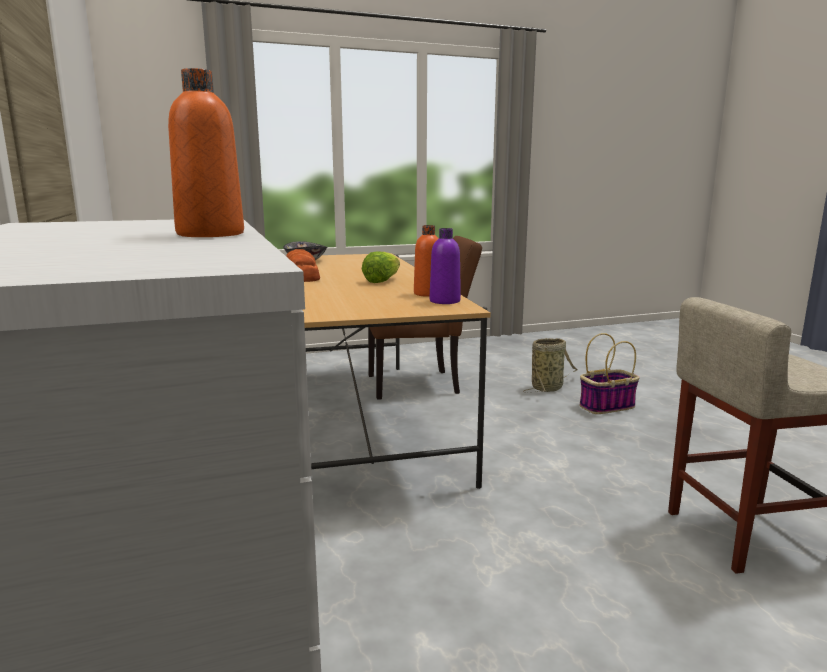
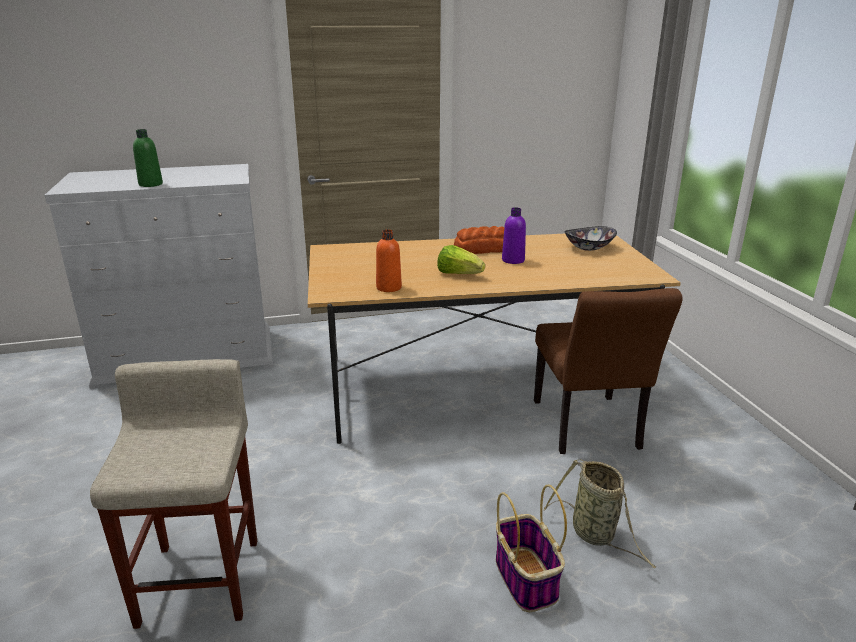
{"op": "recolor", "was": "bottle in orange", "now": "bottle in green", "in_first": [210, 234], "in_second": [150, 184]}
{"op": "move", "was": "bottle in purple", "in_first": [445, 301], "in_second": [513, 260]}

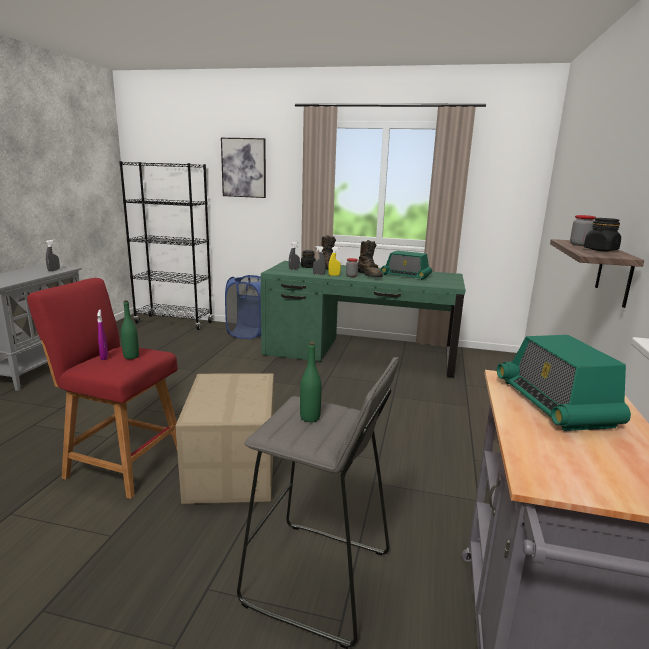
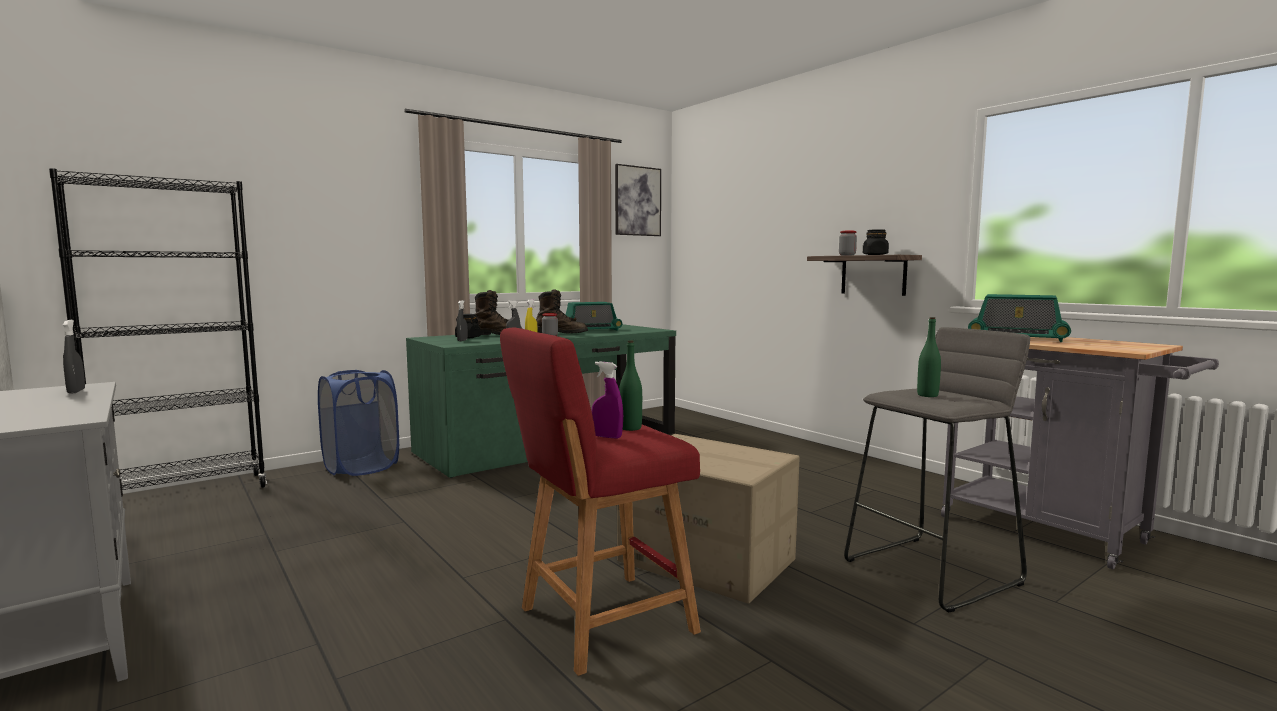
{"op": "move", "was": "picture", "in_first": [244, 168], "in_second": [637, 201]}

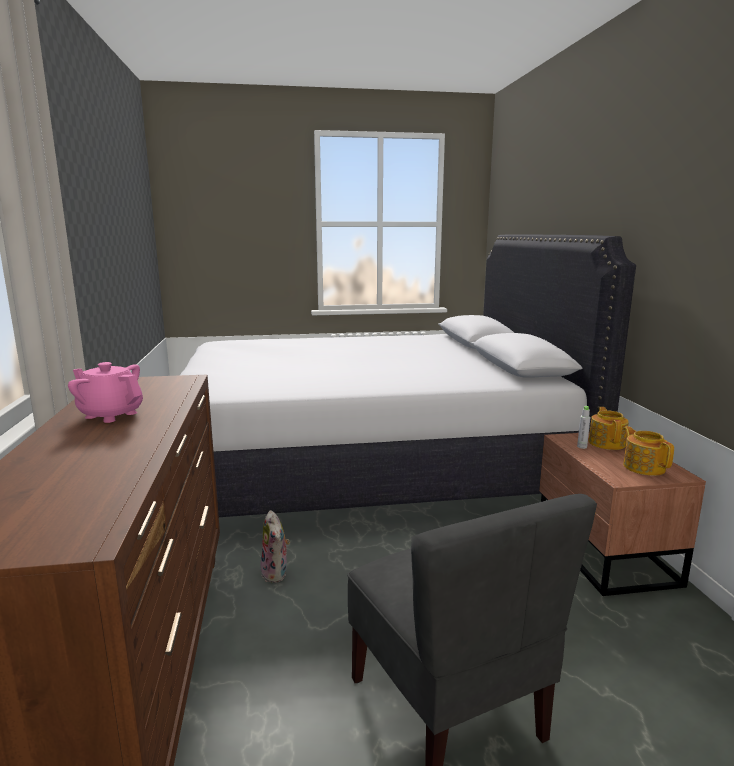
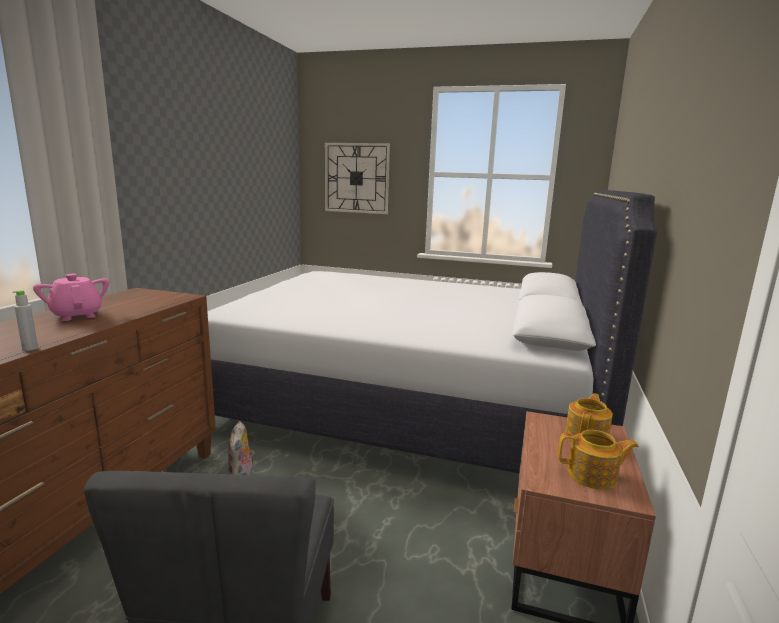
{"op": "move", "was": "bottle in grey", "in_first": [582, 447], "in_second": [30, 348]}
{"op": "insert", "now": "wall clock", "in_second": [356, 178]}
{"op": "rotate", "was": "teapot", "in_first": [643, 467], "in_second": [593, 476], "clockwise": 90}

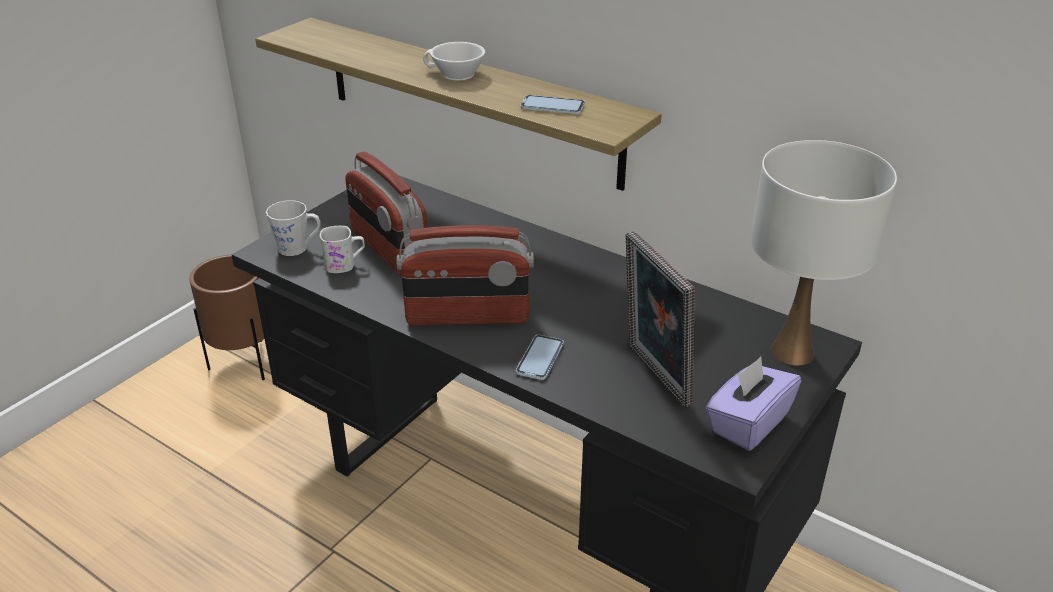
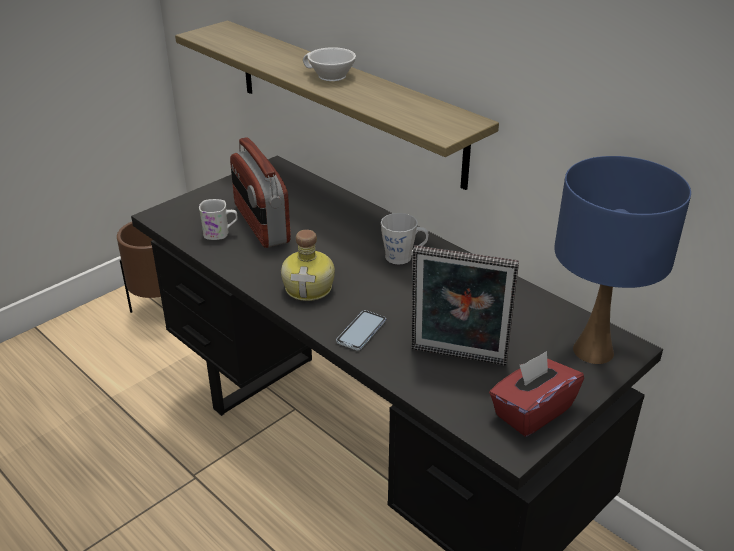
{"op": "replace", "was": "radio", "now": "bottle", "in_first": [467, 316], "in_second": [310, 288]}
{"op": "move", "was": "mug in grey", "in_first": [298, 248], "in_second": [403, 257]}
{"op": "rotate", "was": "picture frame", "in_first": [653, 376], "in_second": [457, 358], "clockwise": -60}
{"op": "recolor", "was": "tissue box in purple", "now": "tissue box in red", "in_first": [748, 423], "in_second": [532, 411]}
{"op": "recolor", "was": "table lamp in white", "now": "table lamp in blue", "in_first": [792, 351], "in_second": [593, 350]}
{"op": "delete", "was": "phone", "in_first": [552, 106]}

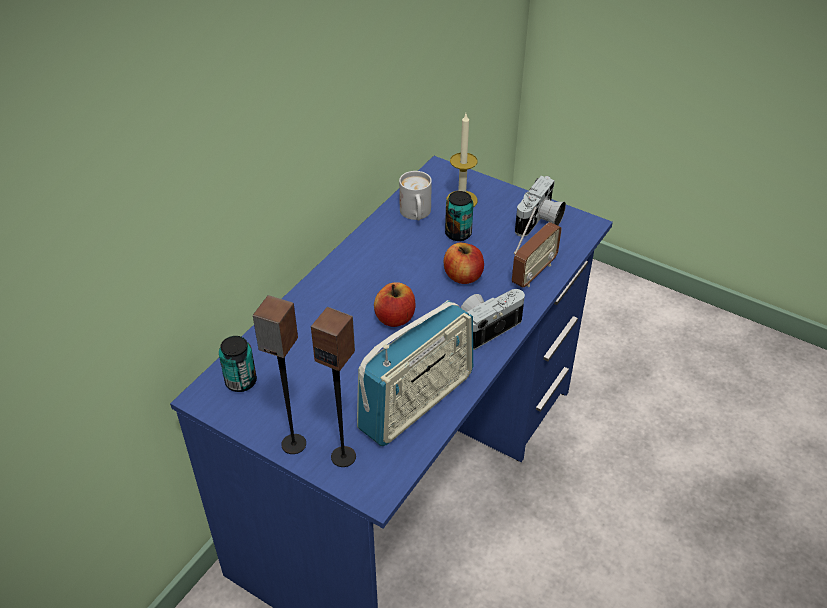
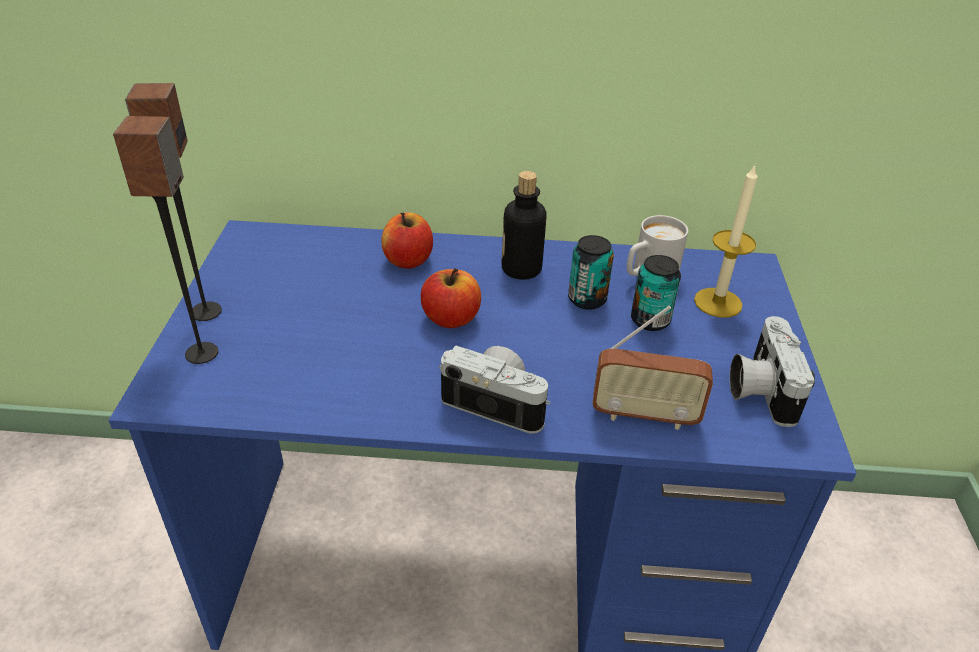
{"op": "move", "was": "apple", "in_first": [463, 276], "in_second": [408, 260]}
{"op": "insert", "now": "bottle", "in_second": [521, 269]}
{"op": "move", "was": "can", "in_first": [241, 382], "in_second": [587, 299]}
{"op": "rotate", "was": "photo camera", "in_first": [540, 222], "in_second": [759, 389], "clockwise": 90}
{"op": "delete", "was": "radio", "in_first": [417, 402]}

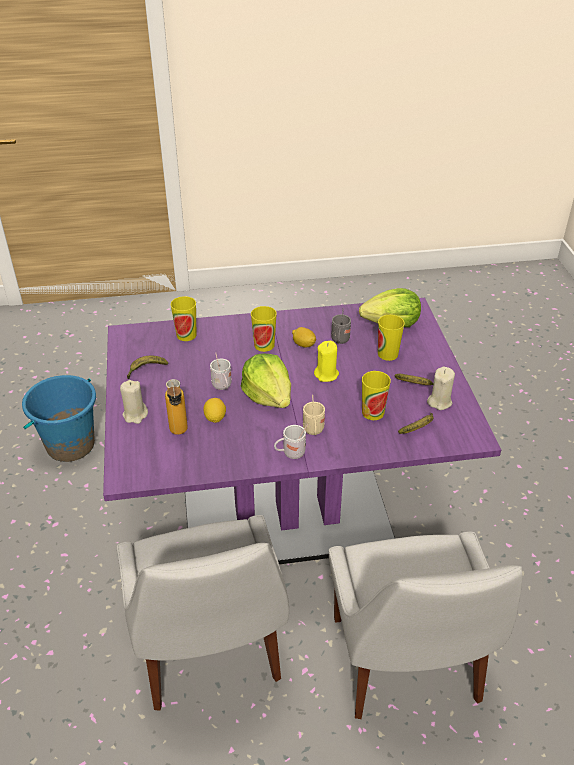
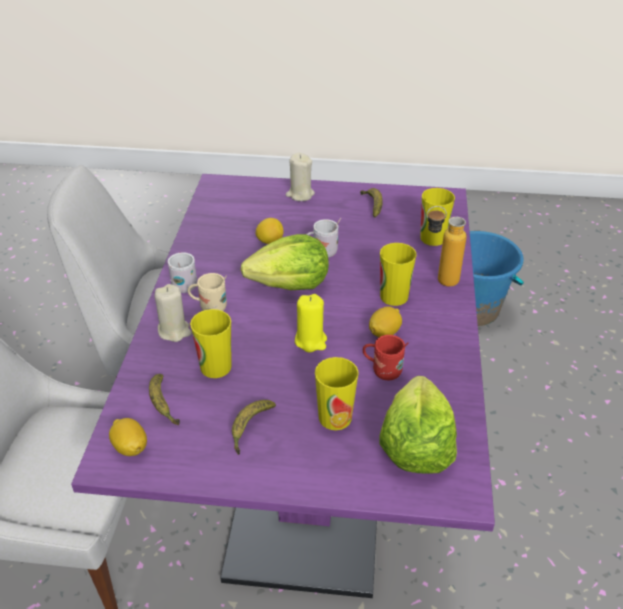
{"op": "insert", "now": "lemon", "in_second": [130, 447]}
{"op": "move", "was": "candle in beige", "in_first": [439, 402], "in_second": [174, 331]}
{"op": "recolor", "was": "mug in grey", "now": "mug in red", "in_first": [340, 341], "in_second": [382, 371]}
{"op": "move", "was": "bottle", "in_first": [179, 434], "in_second": [439, 280]}

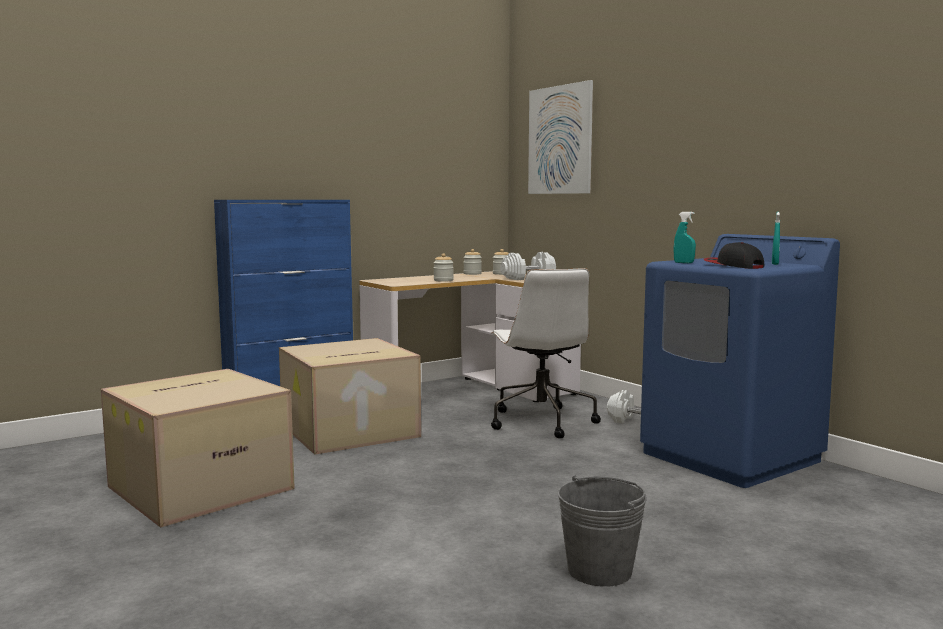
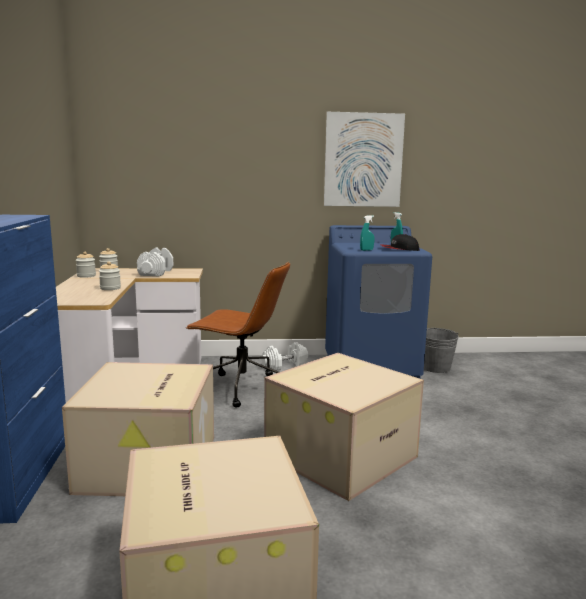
{"op": "recolor", "was": "office chair in white", "now": "office chair in brown", "in_first": [540, 421], "in_second": [241, 389]}
{"op": "insert", "now": "cardboard box", "in_second": [340, 454]}
{"op": "move", "was": "picture", "in_first": [560, 140], "in_second": [363, 160]}
{"op": "move", "was": "bucket in grey", "in_first": [599, 571], "in_second": [436, 368]}

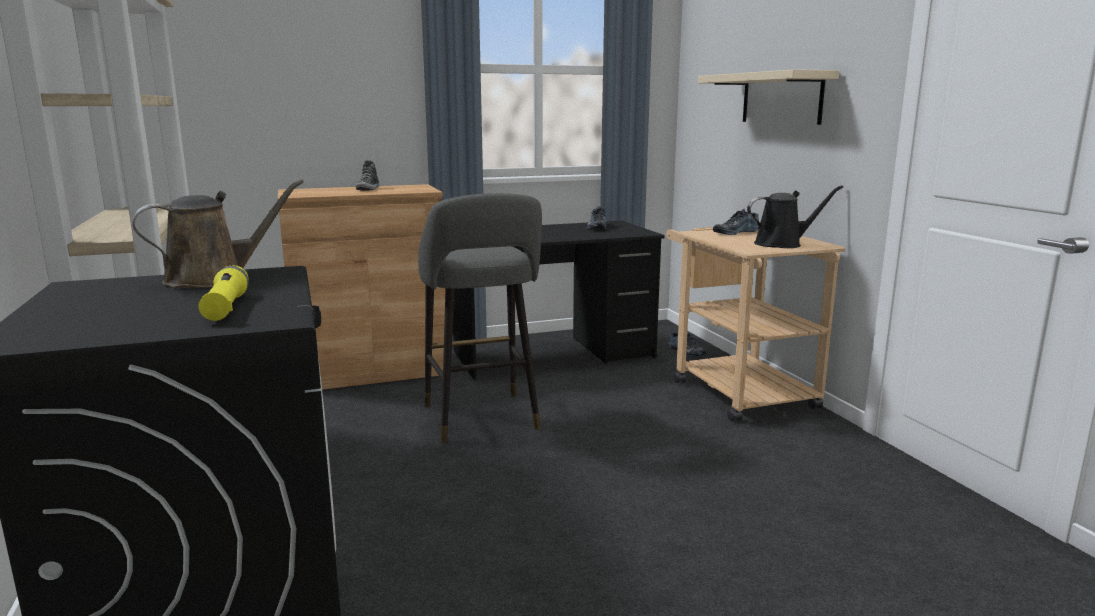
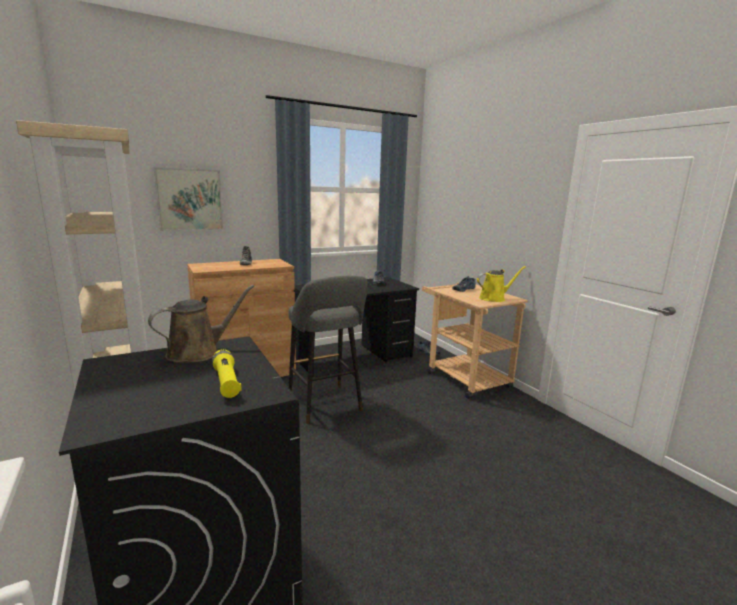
{"op": "insert", "now": "picture", "in_second": [190, 200]}
{"op": "recolor", "was": "watering can in black", "now": "watering can in yellow", "in_first": [782, 244], "in_second": [494, 298]}
{"op": "delete", "was": "shelf in beige", "in_first": [781, 98]}

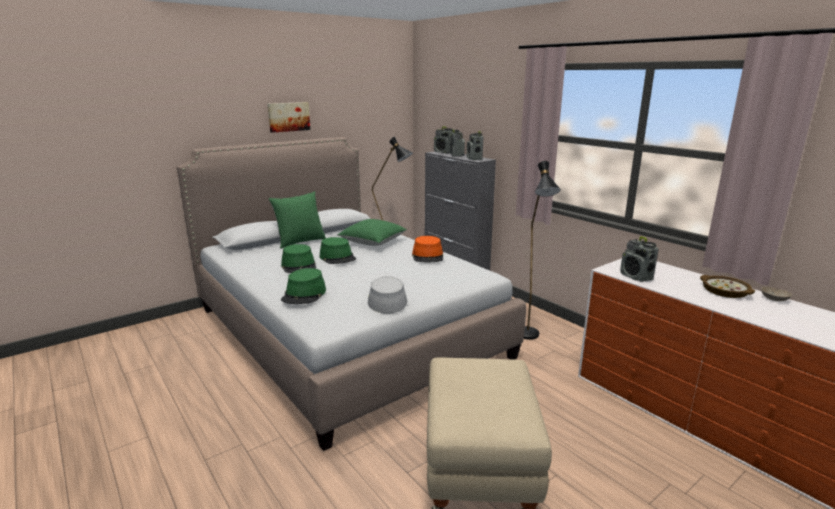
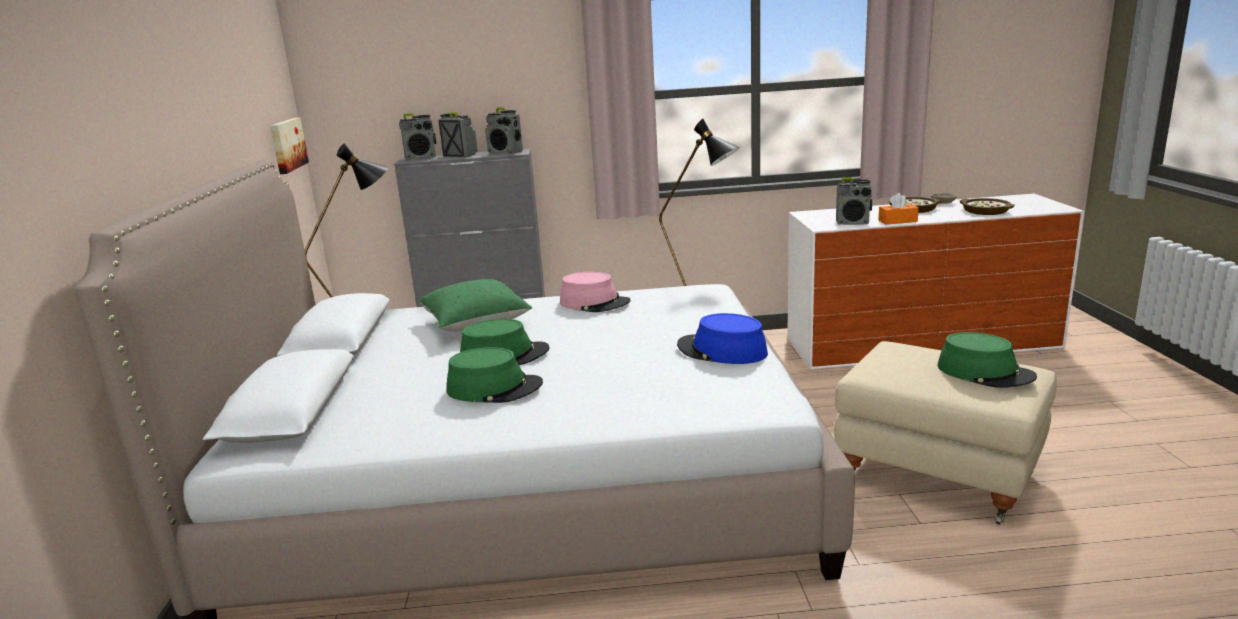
{"op": "move", "was": "picture", "in_first": [288, 117], "in_second": [286, 145]}
{"op": "recolor", "was": "hat in orange", "now": "hat in pink", "in_first": [428, 256], "in_second": [595, 303]}
{"op": "recolor", "was": "hat in grey", "now": "hat in blue", "in_first": [387, 300], "in_second": [721, 351]}
{"op": "insert", "now": "tissue box in orange", "in_second": [897, 221]}
{"op": "move", "was": "hat in green", "in_first": [304, 294], "in_second": [985, 372]}
{"op": "insert", "now": "bowl", "in_second": [985, 211]}
{"op": "delete", "was": "pillow in green", "in_first": [300, 241]}

